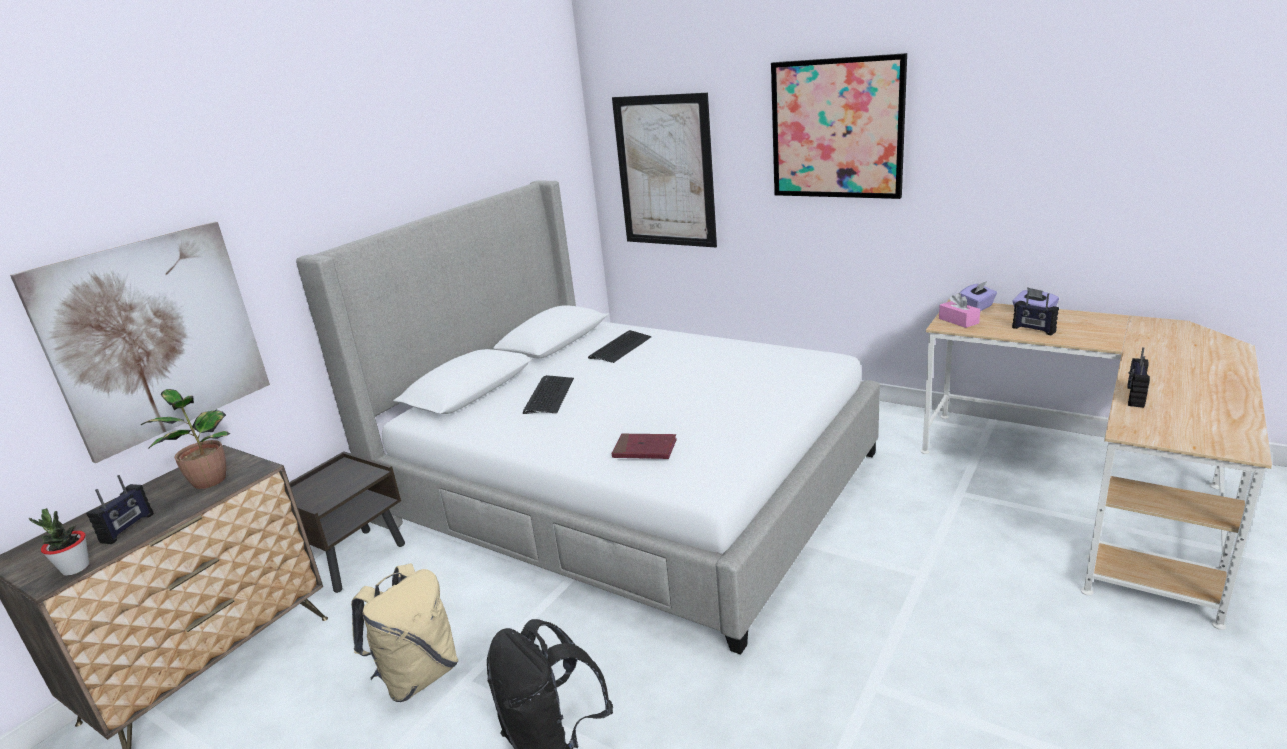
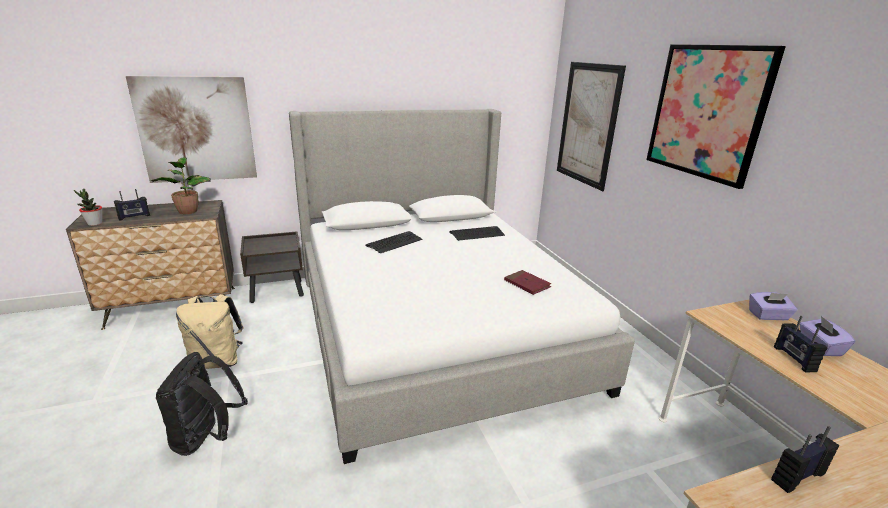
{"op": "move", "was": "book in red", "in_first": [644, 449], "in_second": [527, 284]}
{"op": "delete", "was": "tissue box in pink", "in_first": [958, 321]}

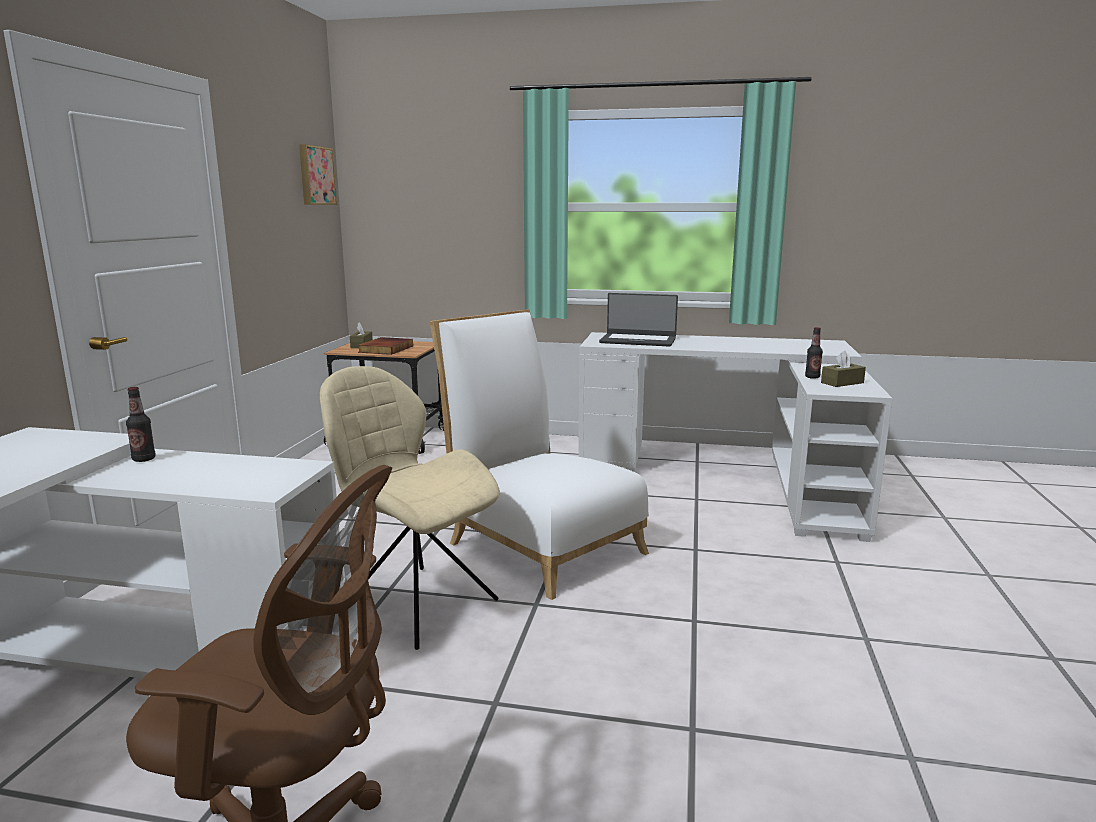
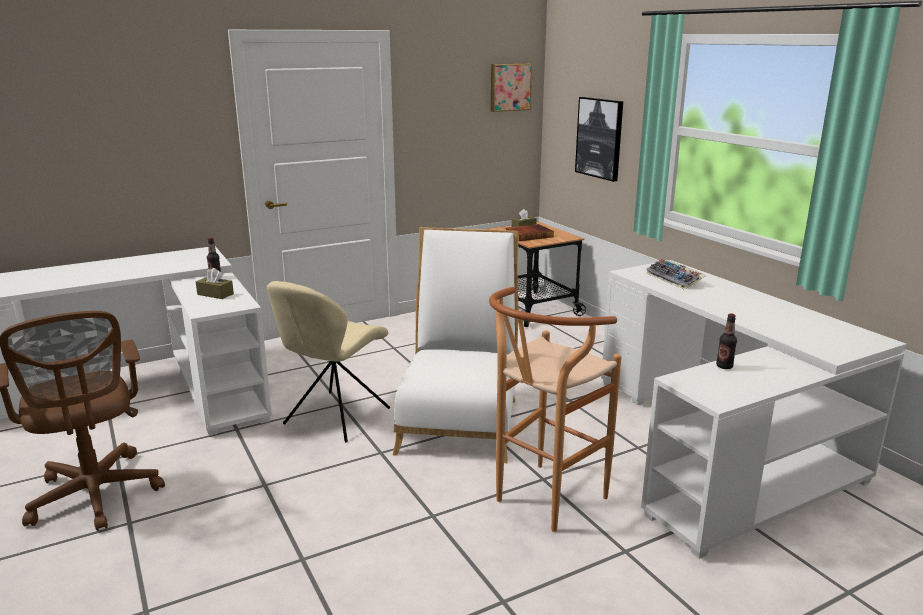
{"op": "move", "was": "tissue box in brown", "in_first": [842, 383], "in_second": [215, 294]}
{"op": "rotate", "was": "chair in beige", "in_first": [415, 603], "in_second": [334, 418], "clockwise": -150}
{"op": "insert", "now": "stool in brown", "in_second": [542, 502]}
{"op": "insert", "now": "picture", "in_second": [599, 138]}
{"op": "replace", "was": "laptop", "now": "keyboard", "in_first": [638, 340], "in_second": [675, 279]}

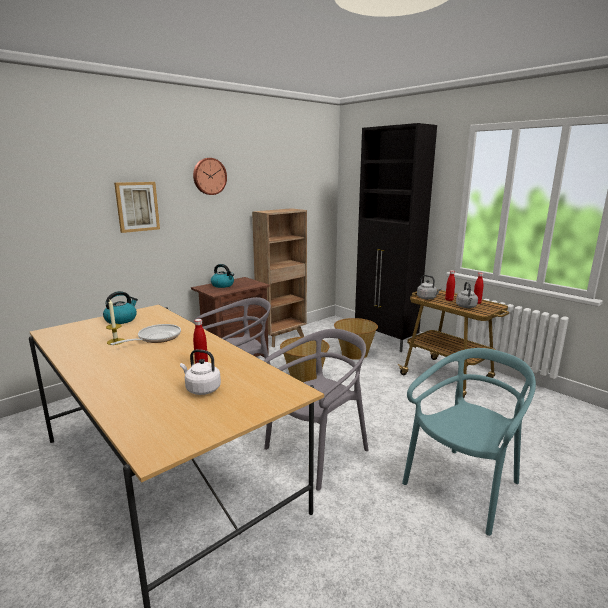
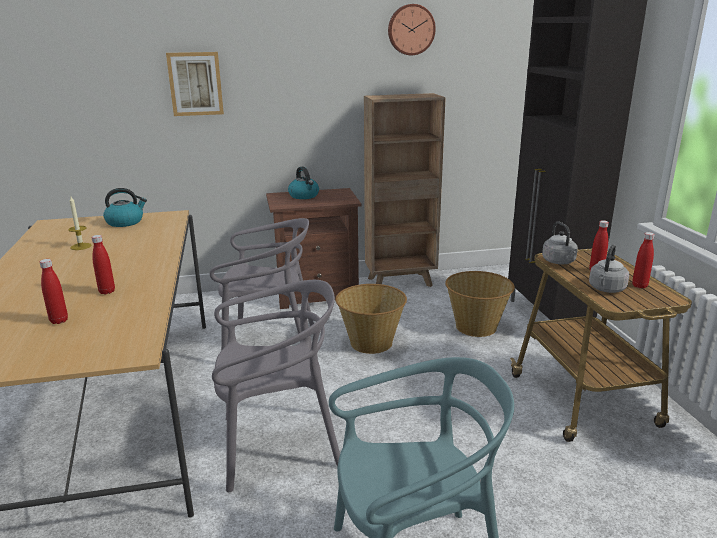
{"op": "replace", "was": "kettle in white", "now": "bottle in red", "in_first": [201, 389], "in_second": [59, 321]}
{"op": "move", "was": "wall clock", "in_first": [209, 176], "in_second": [411, 29]}
{"op": "delete", "was": "frying pan", "in_first": [156, 338]}

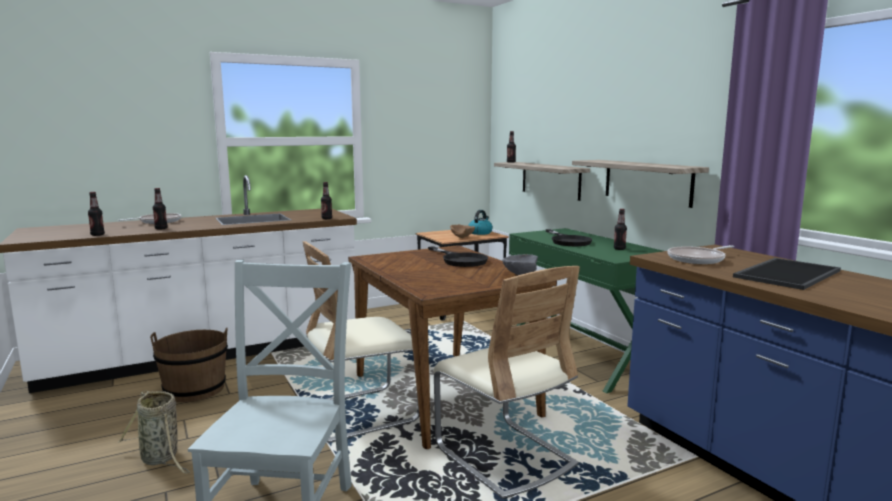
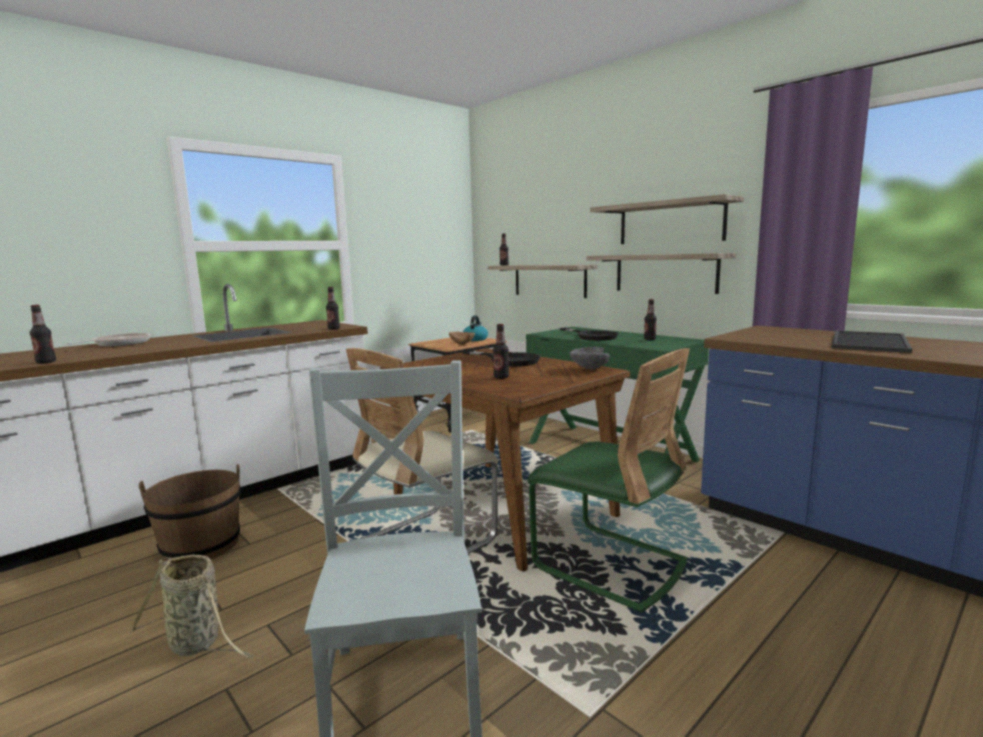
{"op": "move", "was": "bottle", "in_first": [161, 228], "in_second": [501, 377]}
{"op": "recolor", "was": "chair in beige", "now": "chair in green", "in_first": [504, 457], "in_second": [609, 565]}
{"op": "insert", "now": "shelf", "in_second": [670, 223]}
{"op": "delete", "was": "frying pan", "in_first": [698, 259]}

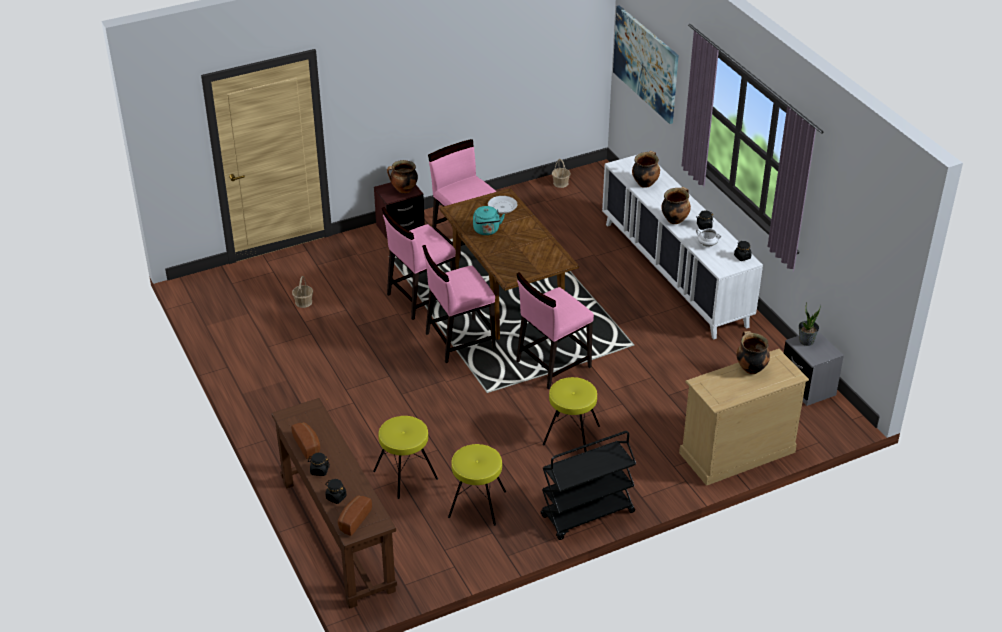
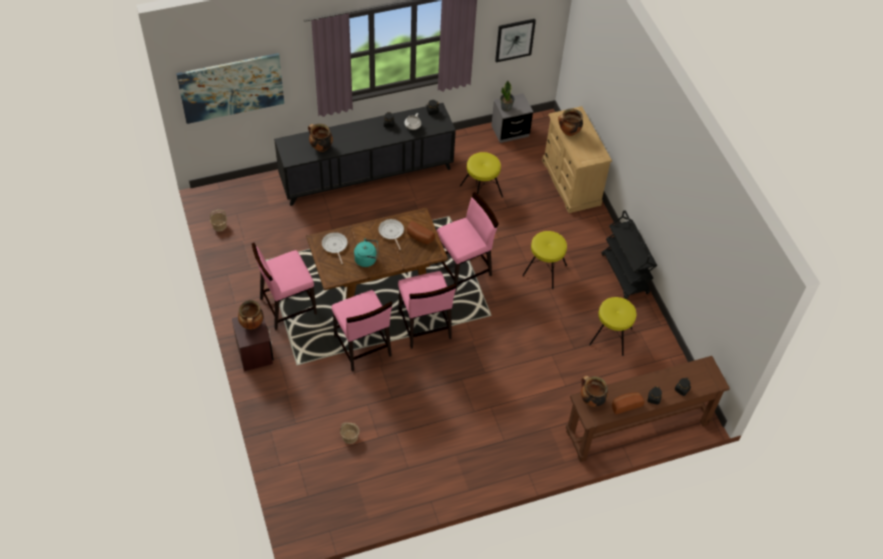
{"op": "recolor", "was": "cabinet in white", "now": "cabinet in black", "in_first": [674, 273], "in_second": [366, 175]}
{"op": "insert", "now": "frying pan", "in_second": [391, 232]}
{"op": "move", "was": "bread", "in_first": [353, 520], "in_second": [419, 237]}
{"op": "rotate", "was": "chair in pink", "in_first": [552, 364], "in_second": [464, 269], "clockwise": -90}
{"op": "move", "was": "stool in yellow", "in_first": [406, 475], "in_second": [481, 191]}
{"op": "insert", "now": "picture", "in_second": [514, 40]}
{"op": "move", "was": "cooking pot", "in_first": [674, 219], "in_second": [591, 400]}

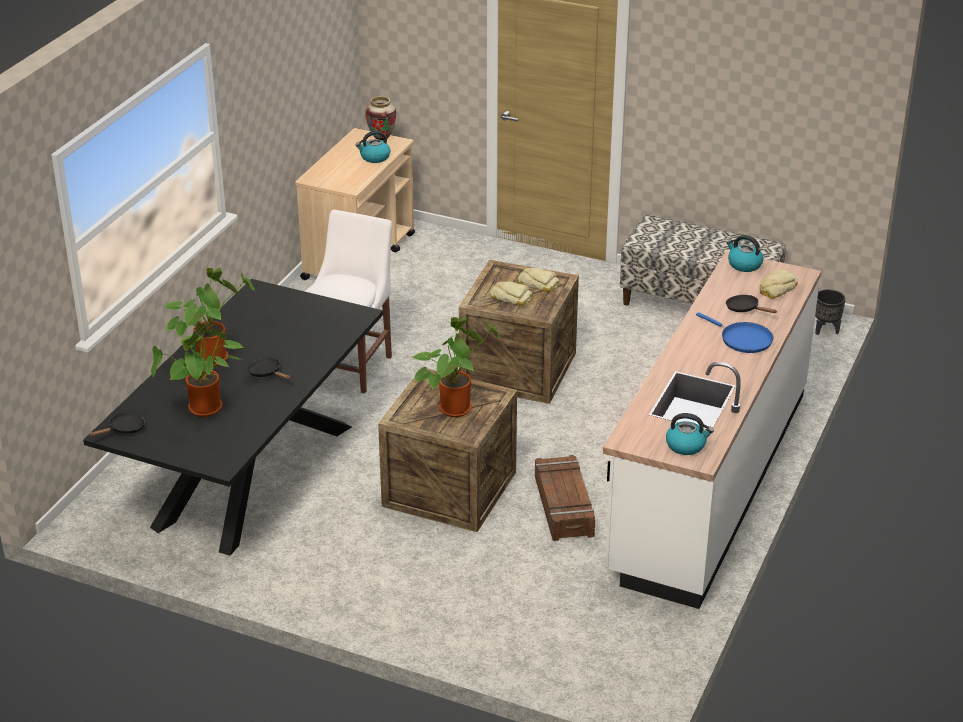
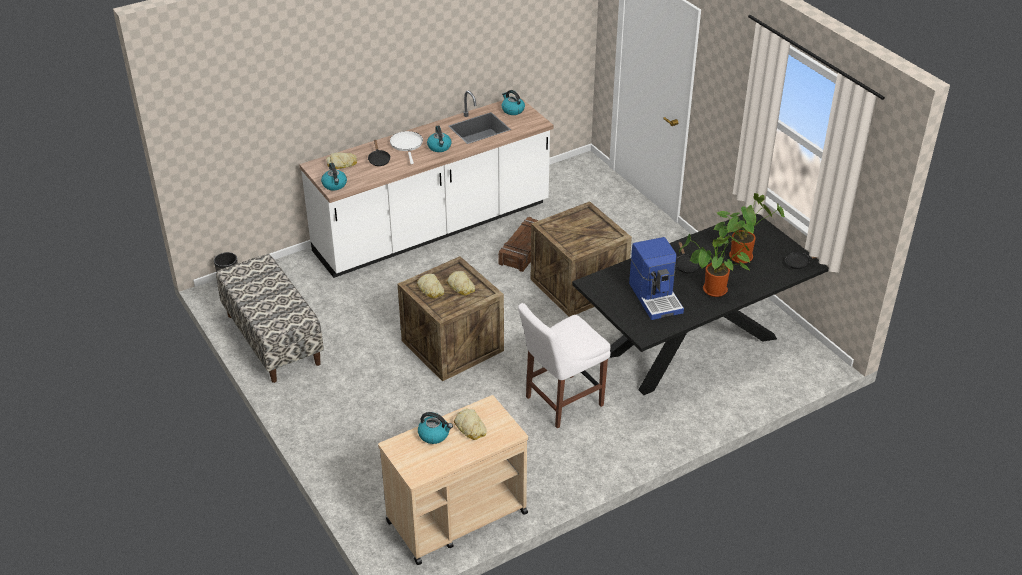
{"op": "recolor", "was": "frying pan in blue", "now": "frying pan in white", "in_first": [743, 339], "in_second": [407, 145]}
{"op": "insert", "now": "kettle", "in_second": [439, 147]}
{"op": "insert", "now": "bread", "in_second": [470, 427]}
{"op": "insert", "now": "coffee machine", "in_second": [656, 297]}
{"op": "delete", "was": "vase", "in_first": [381, 139]}
{"op": "delete", "was": "potted plant", "in_first": [455, 406]}

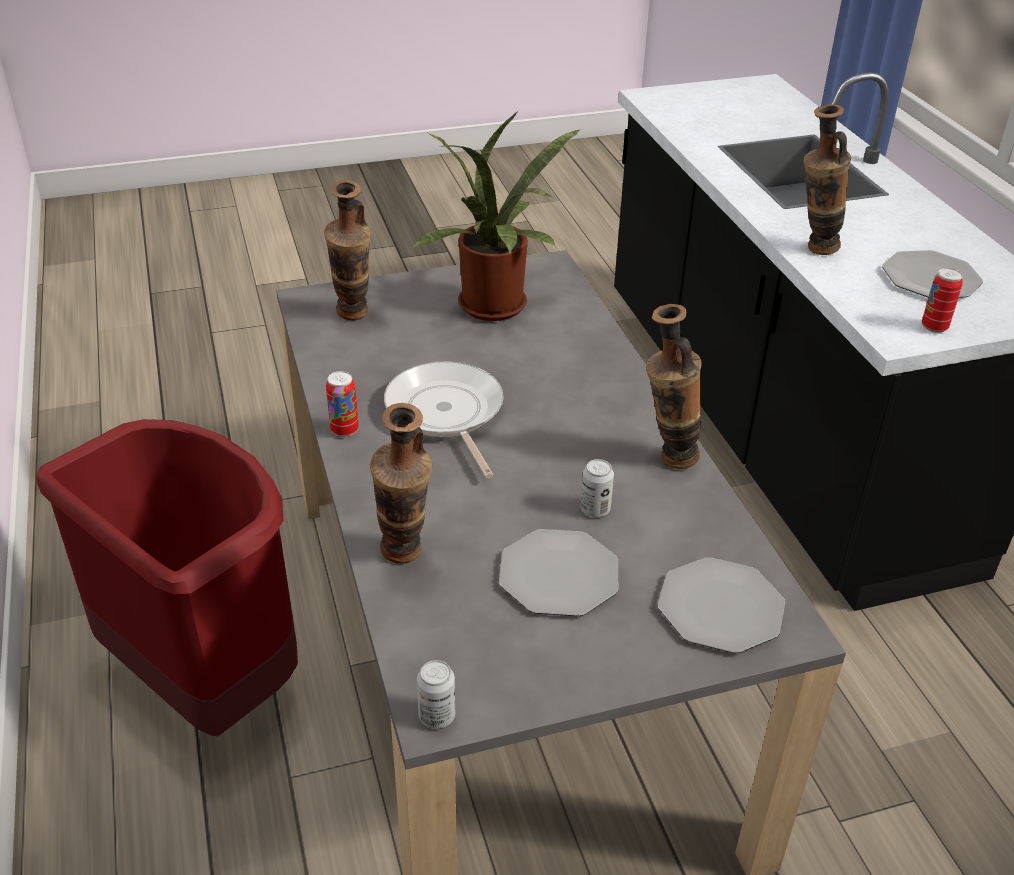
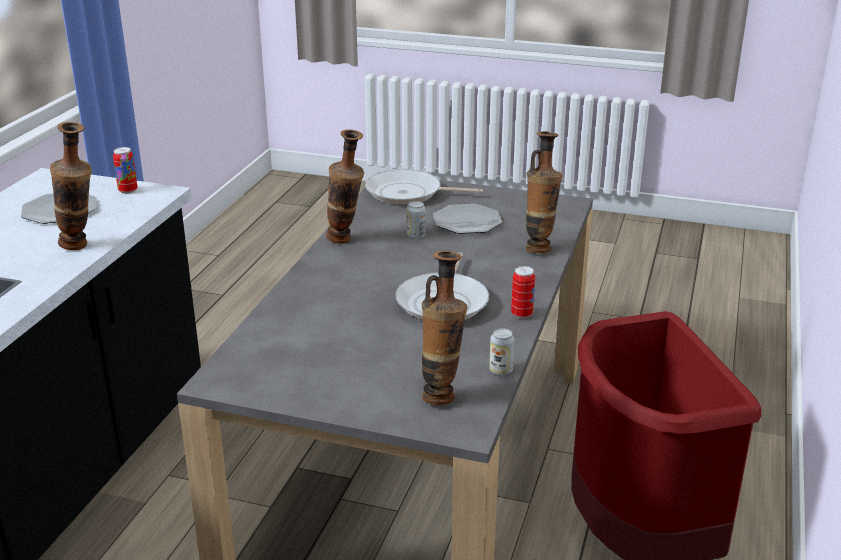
{"op": "replace", "was": "plate", "now": "frying pan", "in_first": [720, 607], "in_second": [408, 193]}
{"op": "move", "was": "can", "in_first": [437, 716], "in_second": [501, 370]}
{"op": "delete", "was": "potted plant", "in_first": [496, 309]}

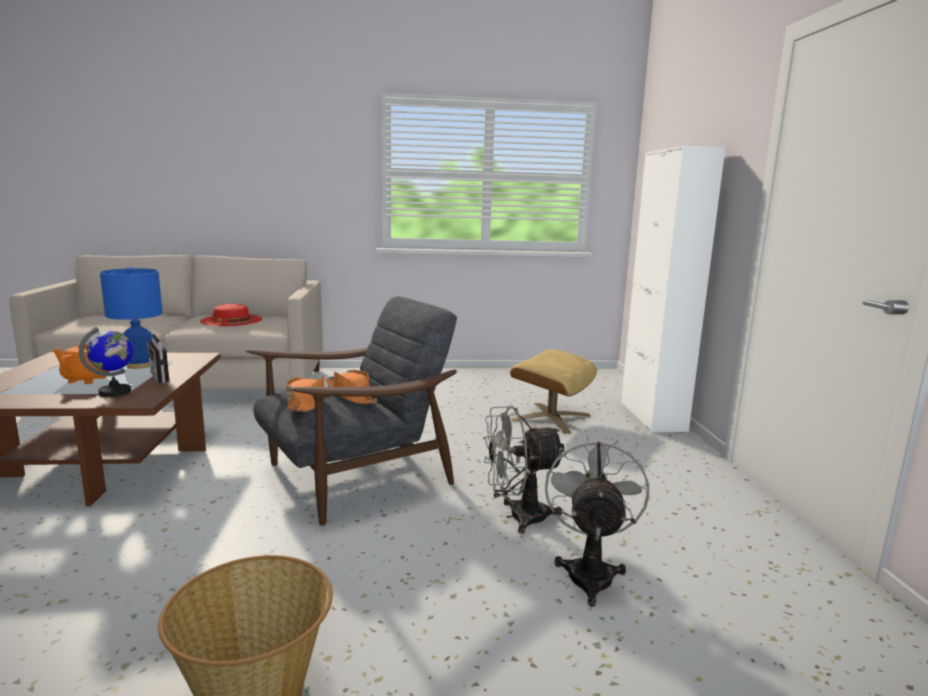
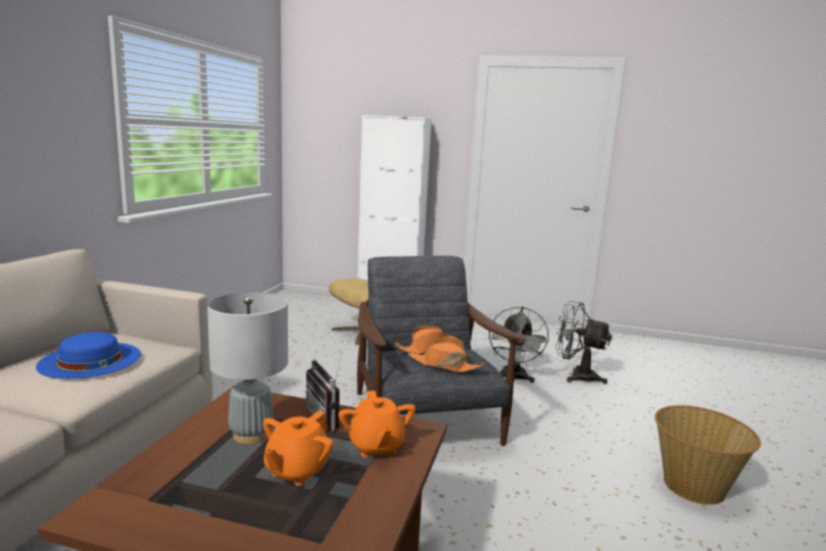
{"op": "recolor", "was": "hat in red", "now": "hat in blue", "in_first": [231, 320], "in_second": [90, 360]}
{"op": "recolor", "was": "table lamp in blue", "now": "table lamp in grey", "in_first": [139, 365], "in_second": [251, 435]}
{"op": "rotate", "was": "radio", "in_first": [166, 377], "in_second": [329, 417], "clockwise": 75}
{"op": "replace", "was": "globe", "now": "teapot in orange", "in_first": [115, 392], "in_second": [376, 446]}

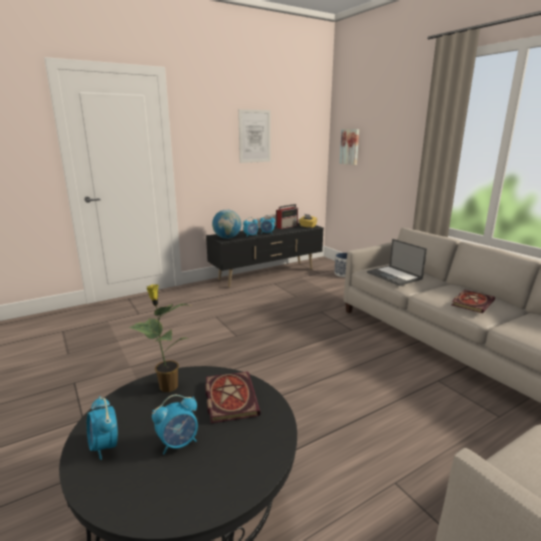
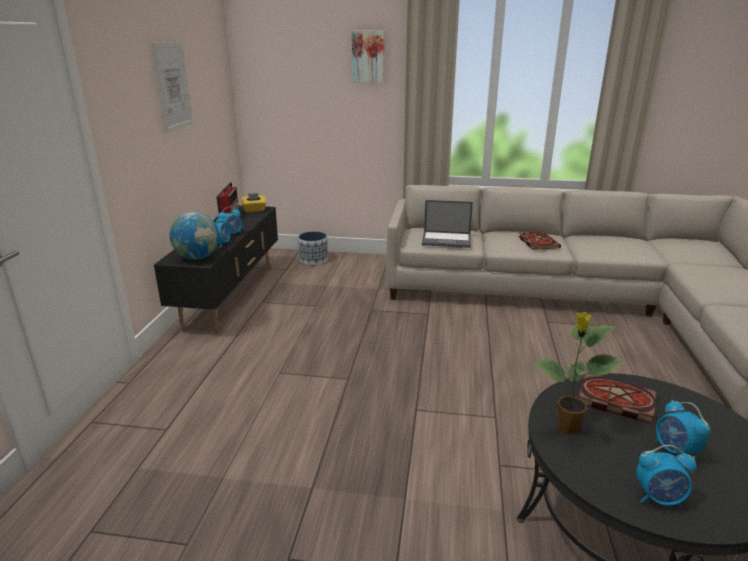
{"op": "move", "was": "picture", "in_first": [350, 147], "in_second": [368, 57]}
{"op": "rotate", "was": "alarm clock", "in_first": [179, 443], "in_second": [674, 451], "clockwise": 150}

